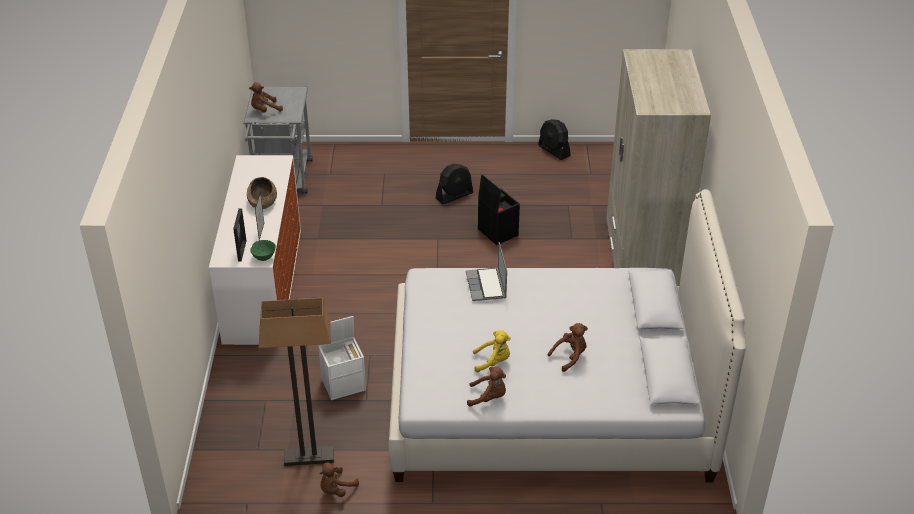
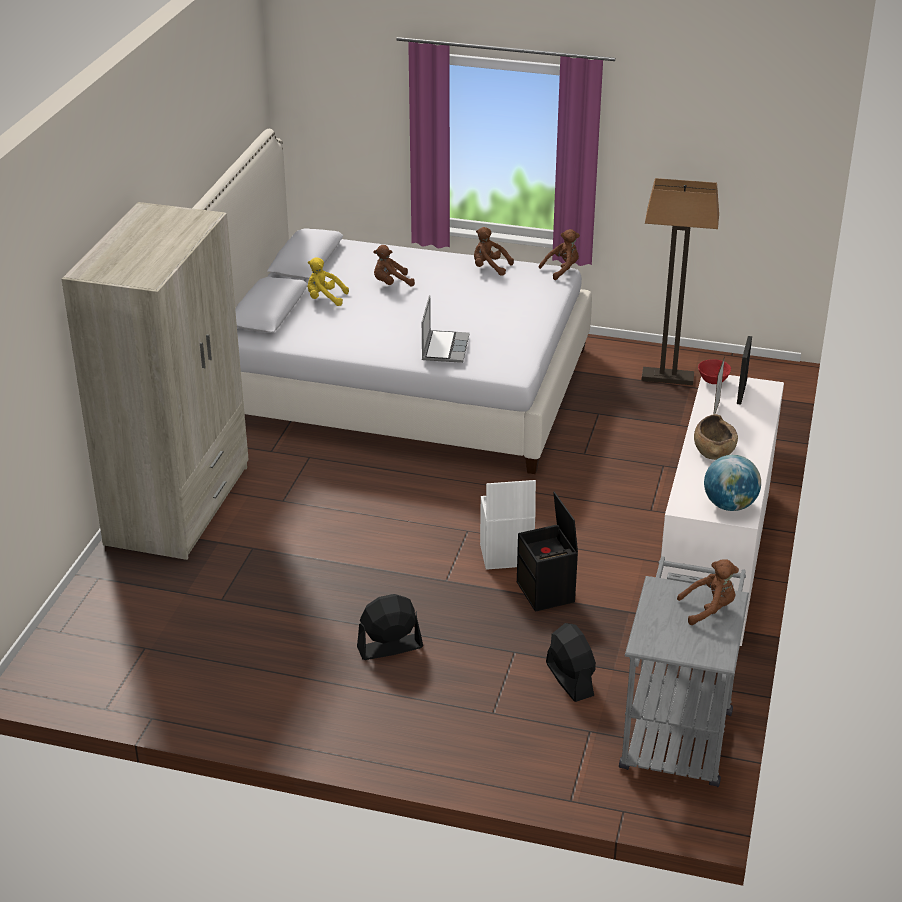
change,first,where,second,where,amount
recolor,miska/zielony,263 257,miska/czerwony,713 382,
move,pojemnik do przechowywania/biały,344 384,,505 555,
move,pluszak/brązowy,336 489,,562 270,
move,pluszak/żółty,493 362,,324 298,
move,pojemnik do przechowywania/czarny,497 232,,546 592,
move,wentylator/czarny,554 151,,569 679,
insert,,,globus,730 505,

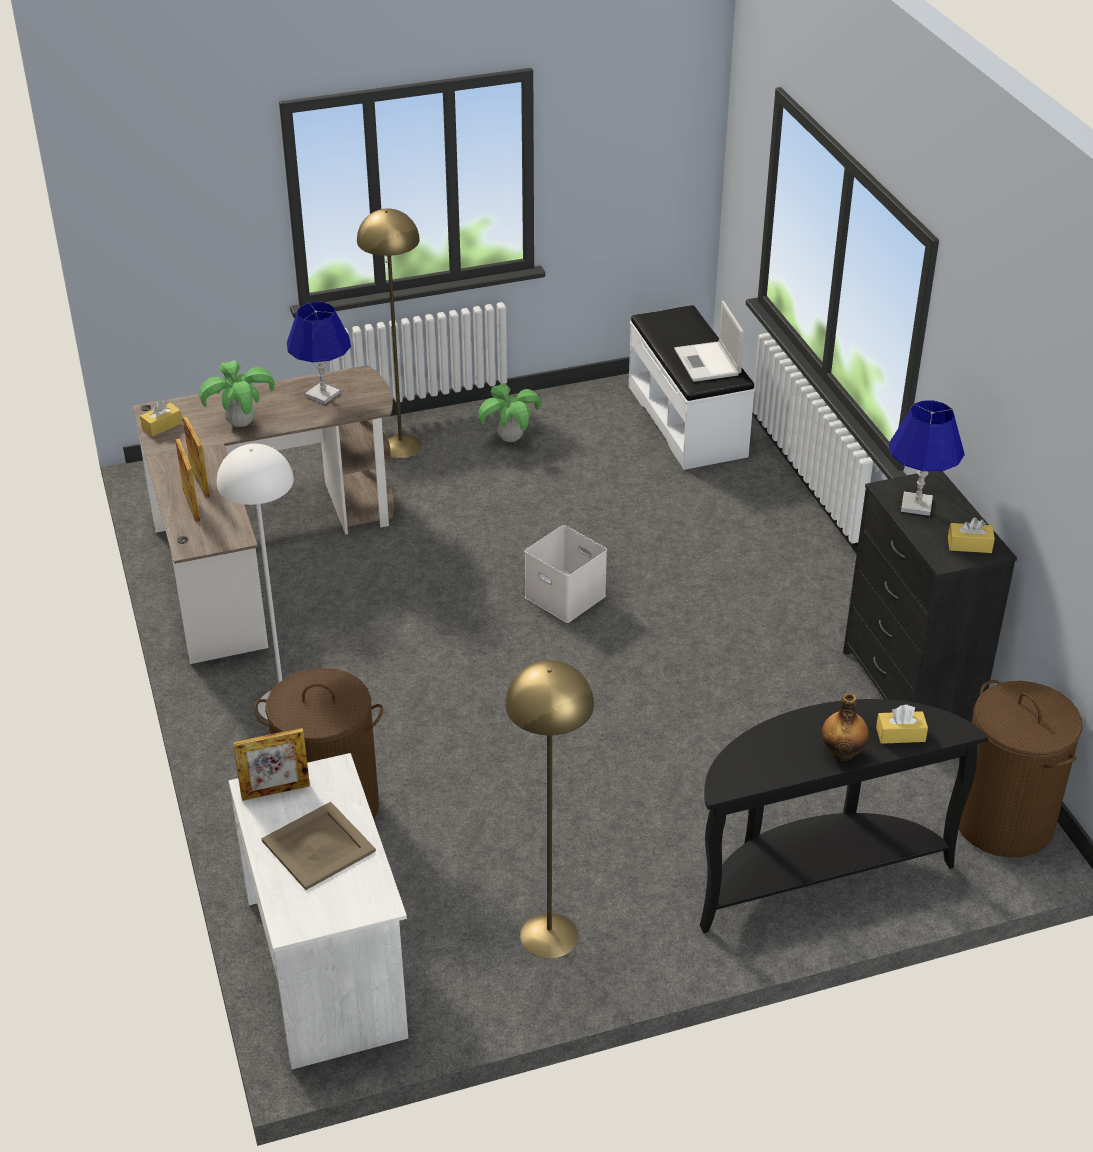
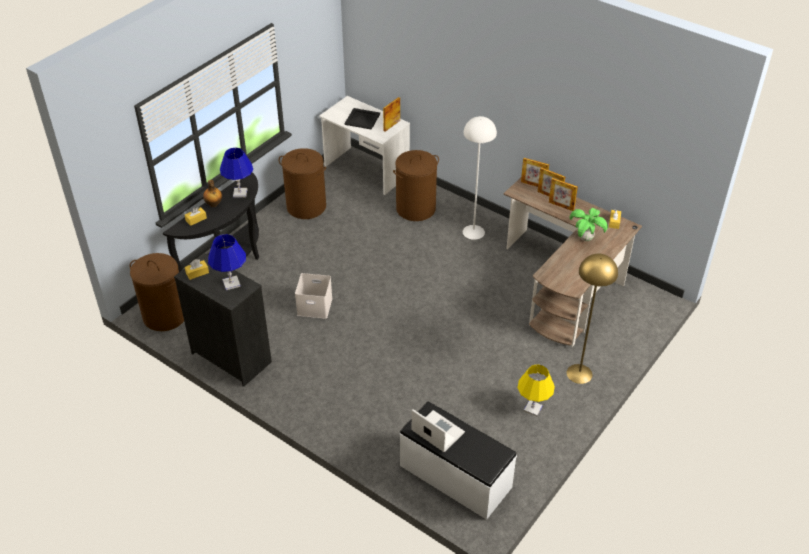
change,first,where,second,where,amount
recolor,taca/beżowy,317 846,taca/czarny,362 119,
move,lampa stołowa/niebieski,323 394,,240 193,
replace,roślina doniczkowa,510 439,lampa stołowa/żółty,533 408,
replace,lampa stojąca/żółty,549 935,kosz na pranie/brązowy,306 207,
move,pojemnik do przechowywania/biały,567 596,,314 307,
insert,,,ramka na zdjęcie,533 185,

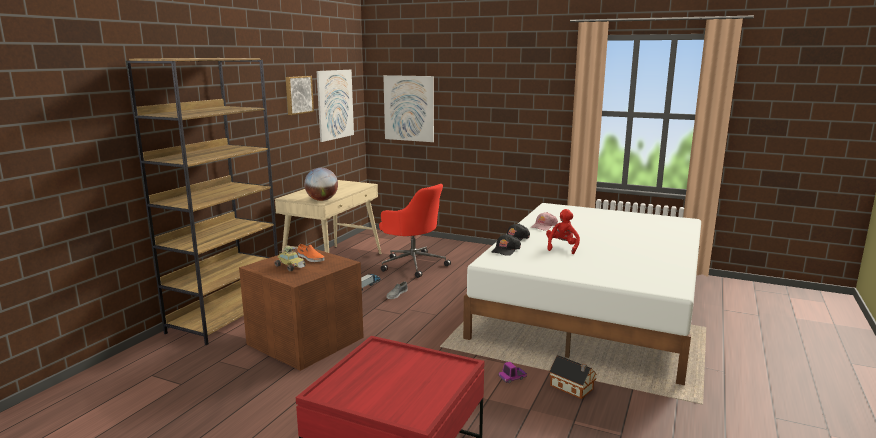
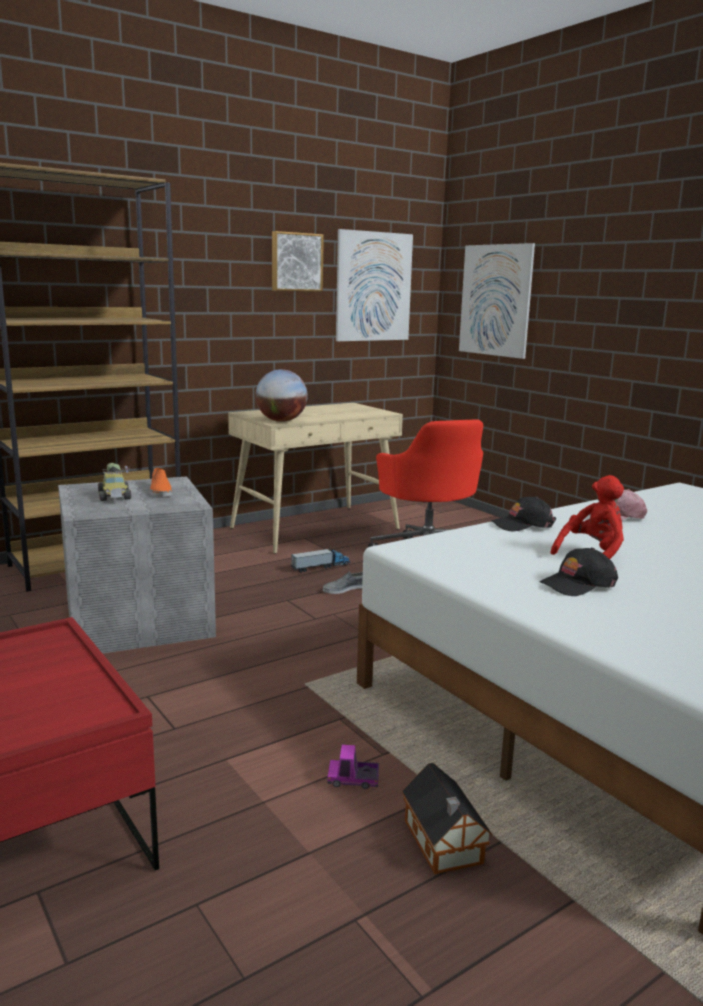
change,first,where,second,where,amount
recolor,pojemnik do przechowywania/brązowy,305 340,pojemnik do przechowywania/szary,140 618,
move,czapka z daszkiem/czarny,505 250,,578 584,

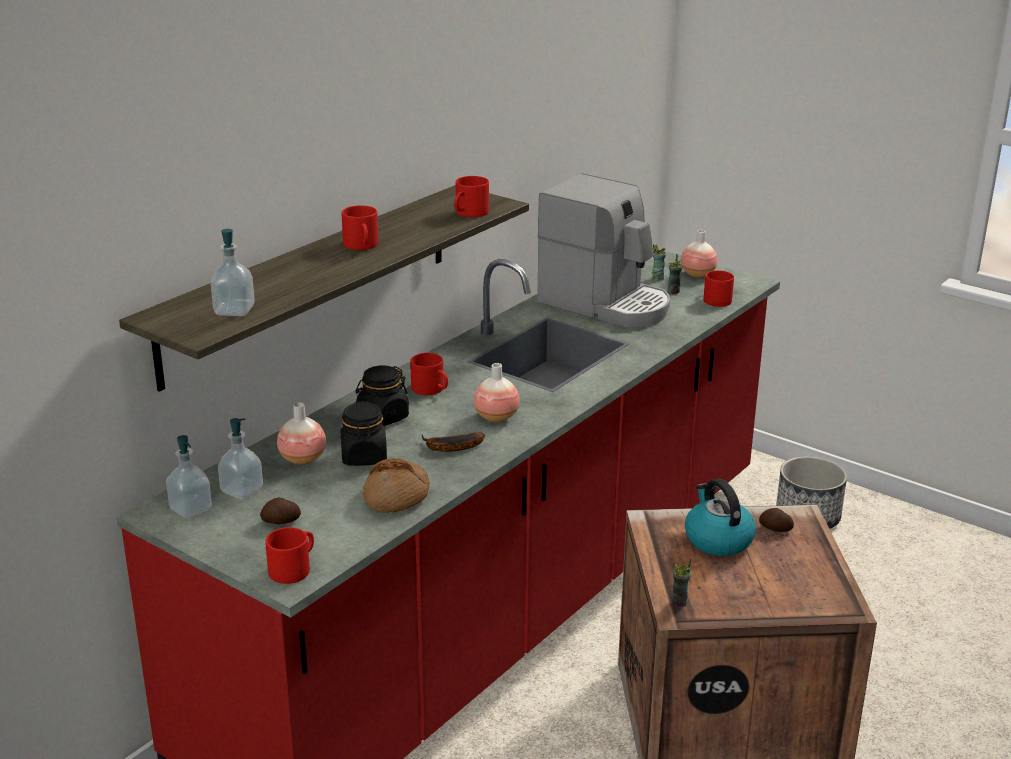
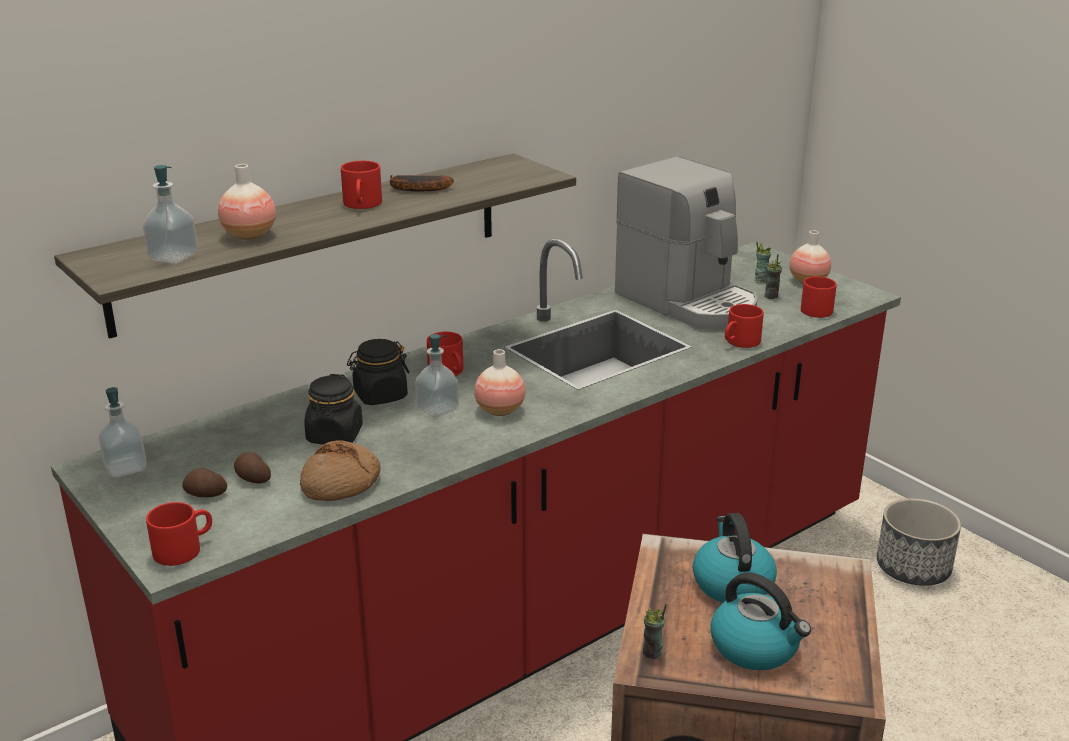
change,first,where,second,where,amount
move,dozownik mydła,242 491,,437 409,
move,wazon,302 459,,249 235,
move,banan,450 447,,415 189,
move,kubek/czerwony,469 213,,740 342,
move,ziemniak,775 529,,252 479,
insert,,,czajnik,756 647,

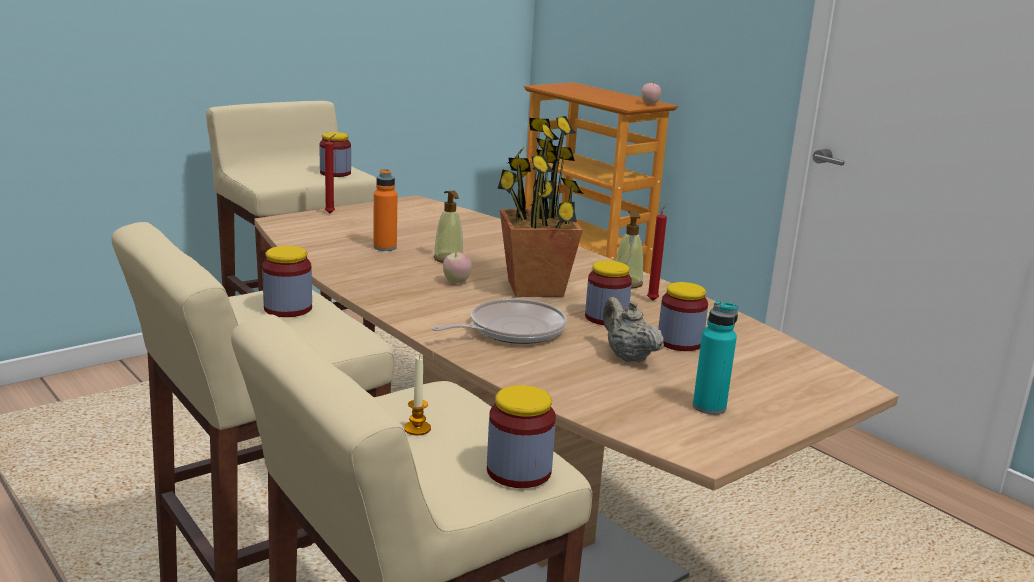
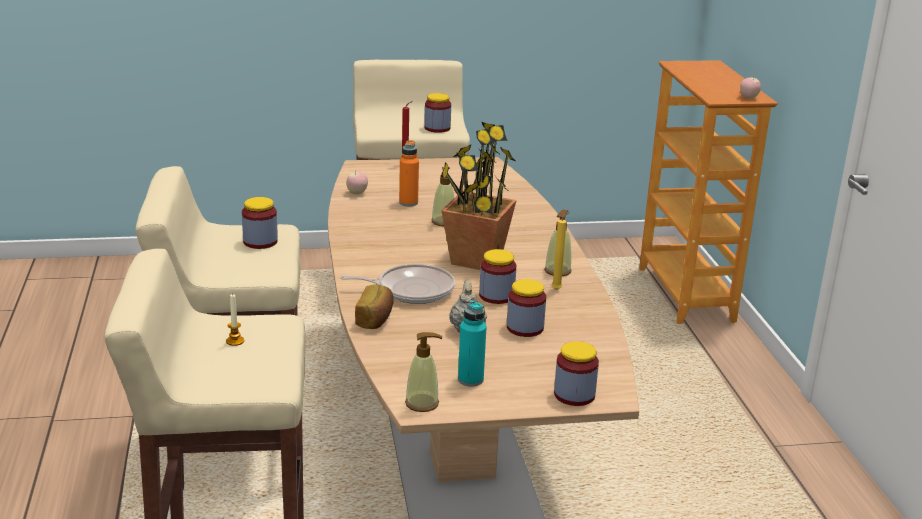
change,first,where,second,where,amount
move,jabłko,456 282,,357 193,
move,słoik,519 471,,574 395,
recolor,świeca/czerwony,653 300,świeca/żółty,558 289,
insert,,,chleb,375 319,
insert,,,dozownik mydła,422 403,

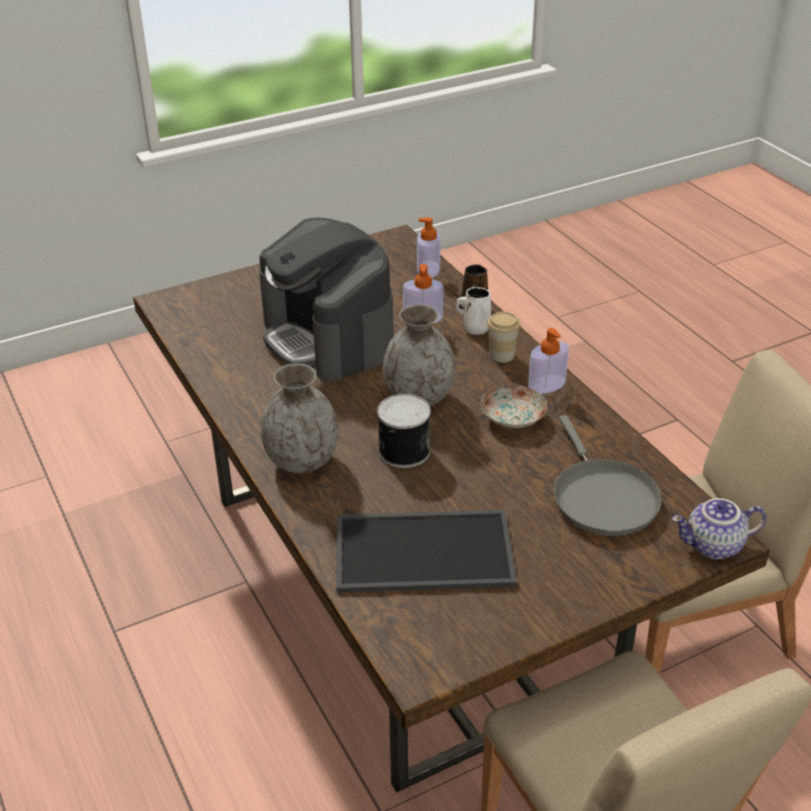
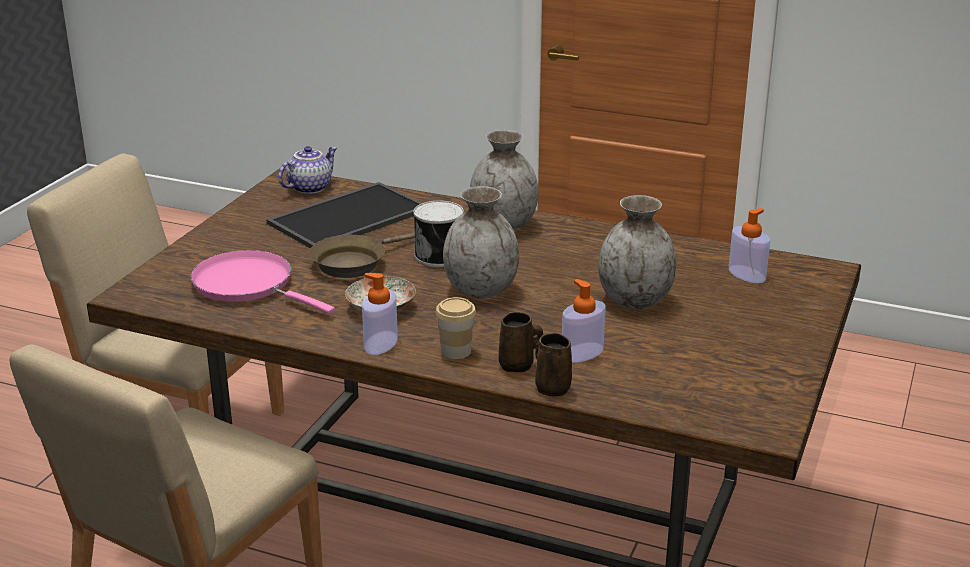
change,first,where,second,where,amount
replace,ekspres do kawy,328 338,wazon/szary,634 301,
move,dozownik mydła,428 269,,746 274,
recolor,kubek/biały,474 328,kubek/brązowy,518 365,
recolor,patelnia/szary,602 497,patelnia/różowy,248 285,
move,imbryk,713 546,,309 187,
insert,,,patelnia/brązowy,354 262,

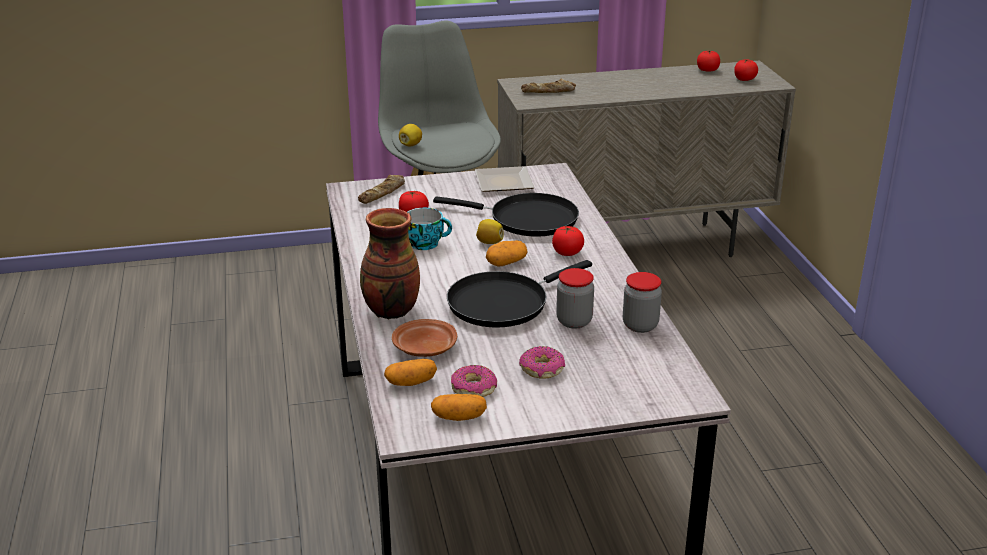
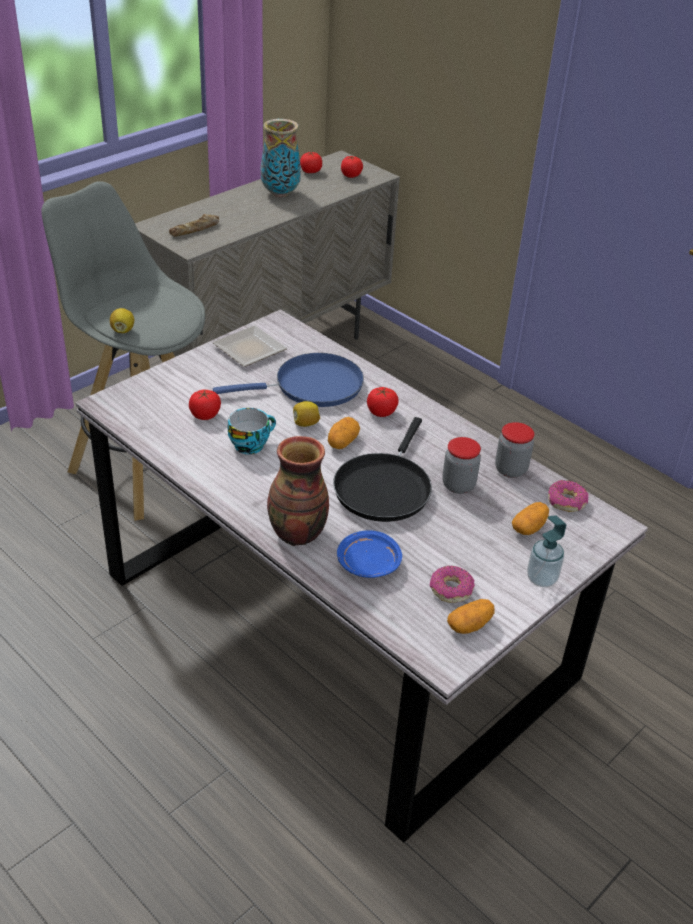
change,first,where,second,where,amount
delete,chleb,383 193,,,
move,ziemniak,411 383,,529 527,
recolor,talerz/brązowy,424 348,talerz/niebieski,368 564,
recolor,patelnia/czarny,527 220,patelnia/niebieski,312 386,
move,donut,542 369,,566 501,
insert,,,wazon,280 193,
insert,,,dozownik mydła,541 579,

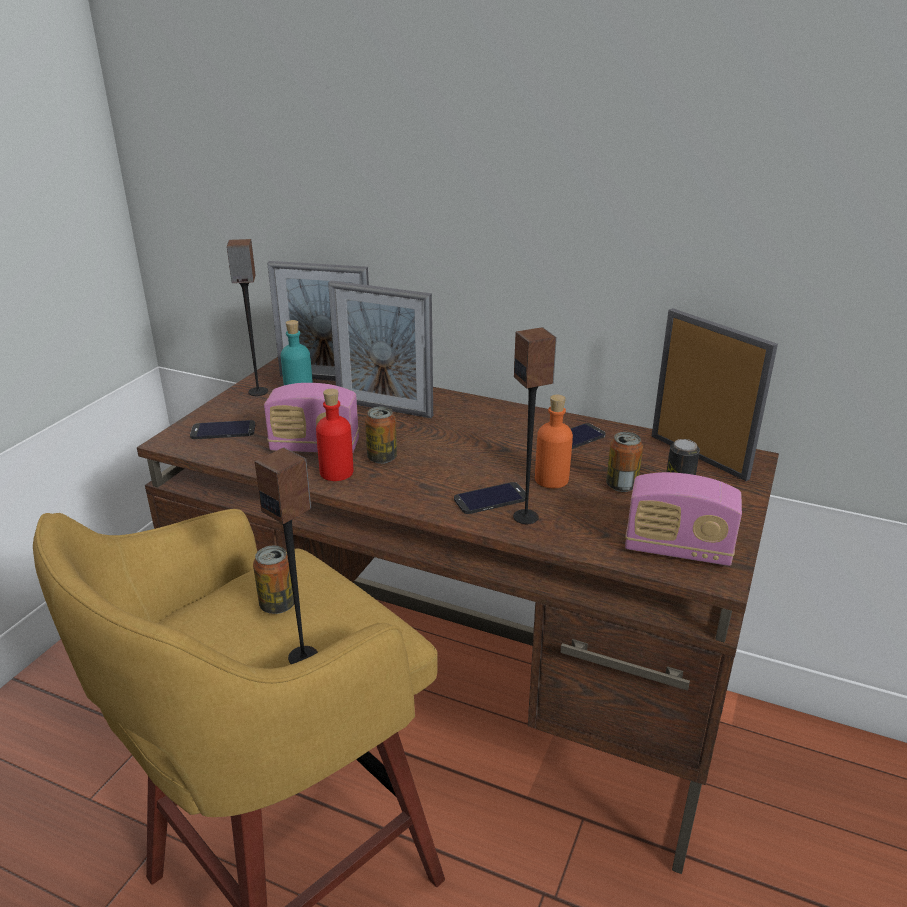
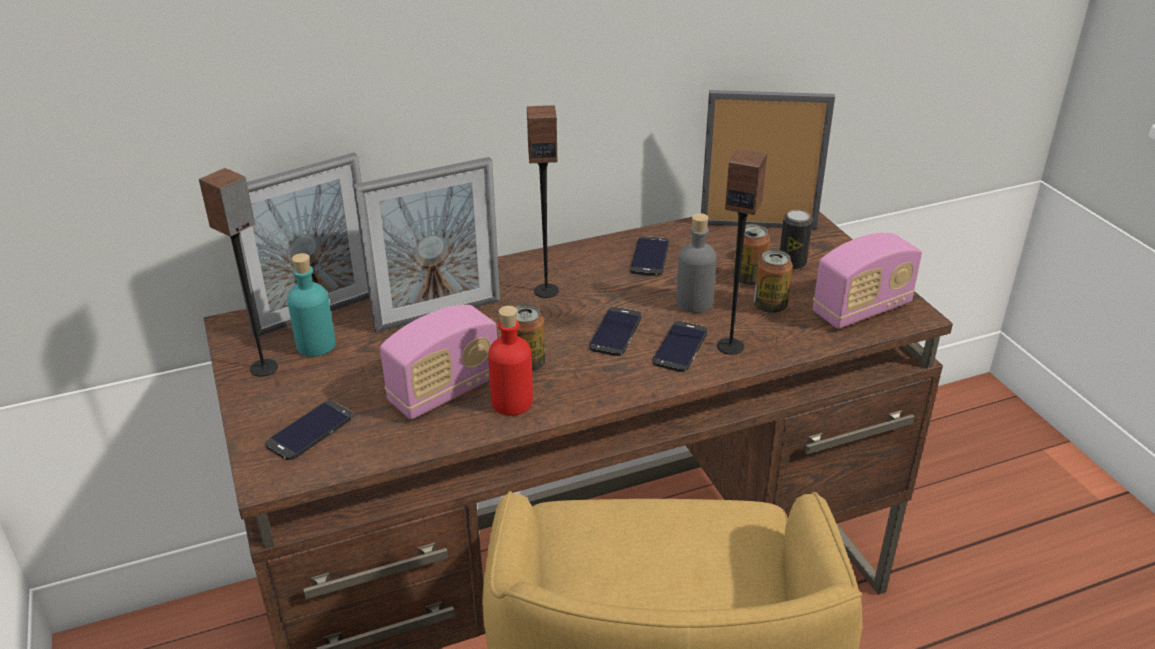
change,first,where,second,where,amount
move,puszka,277 605,,770 306,
move,głośnik,304 656,,546 290,
recolor,butelka/pomarańczowy,551 479,butelka/szary,694 303,
insert,,,telefon,615 332,

